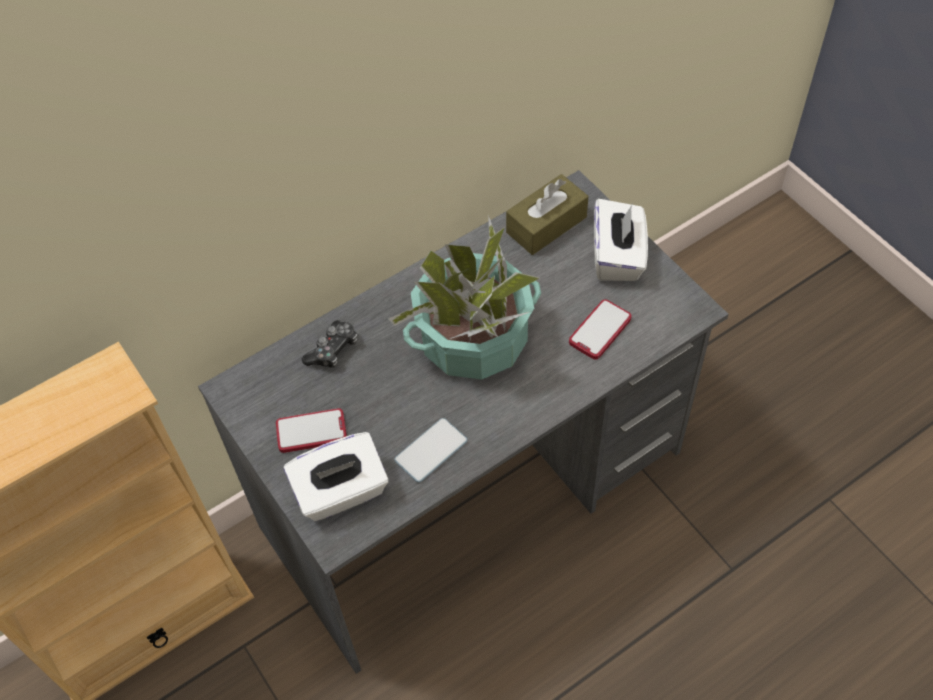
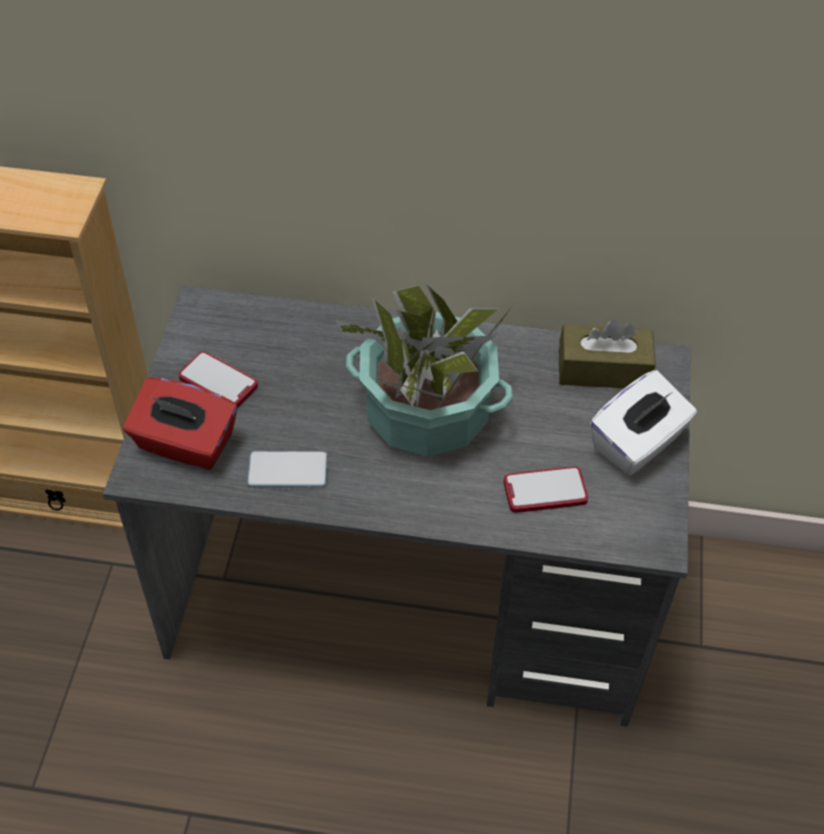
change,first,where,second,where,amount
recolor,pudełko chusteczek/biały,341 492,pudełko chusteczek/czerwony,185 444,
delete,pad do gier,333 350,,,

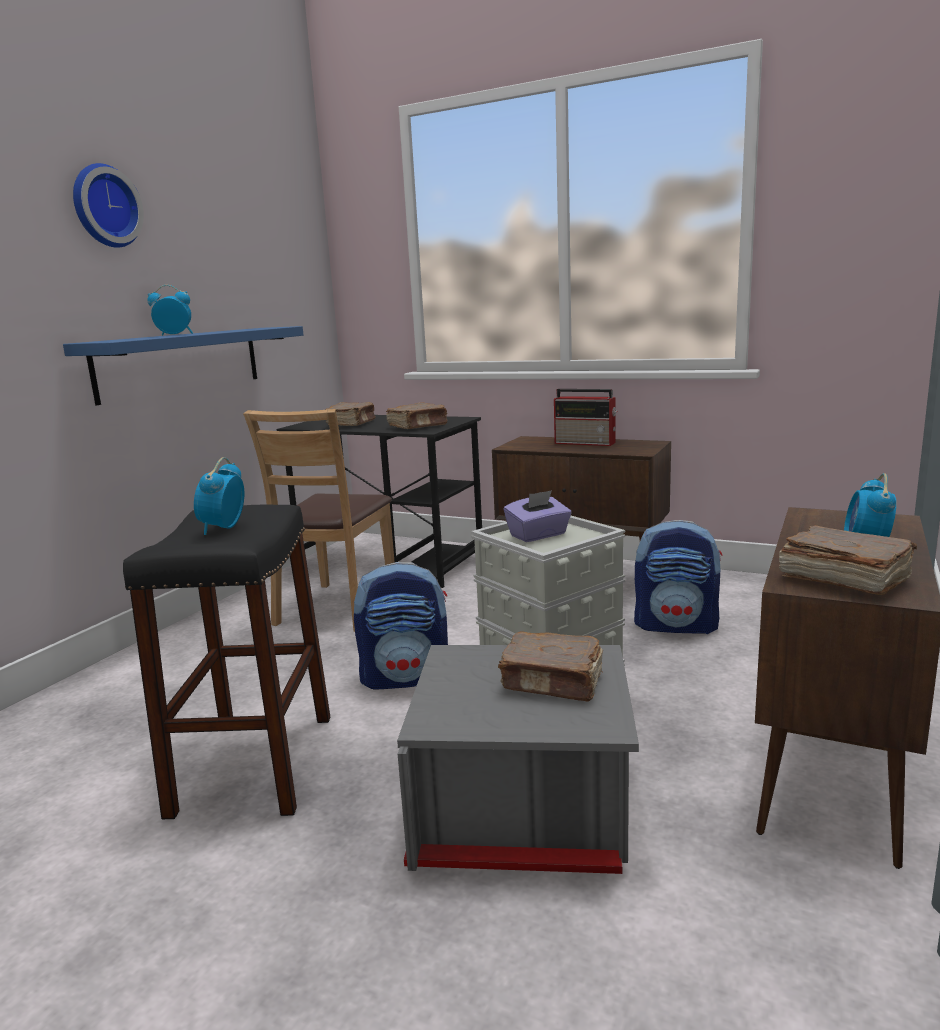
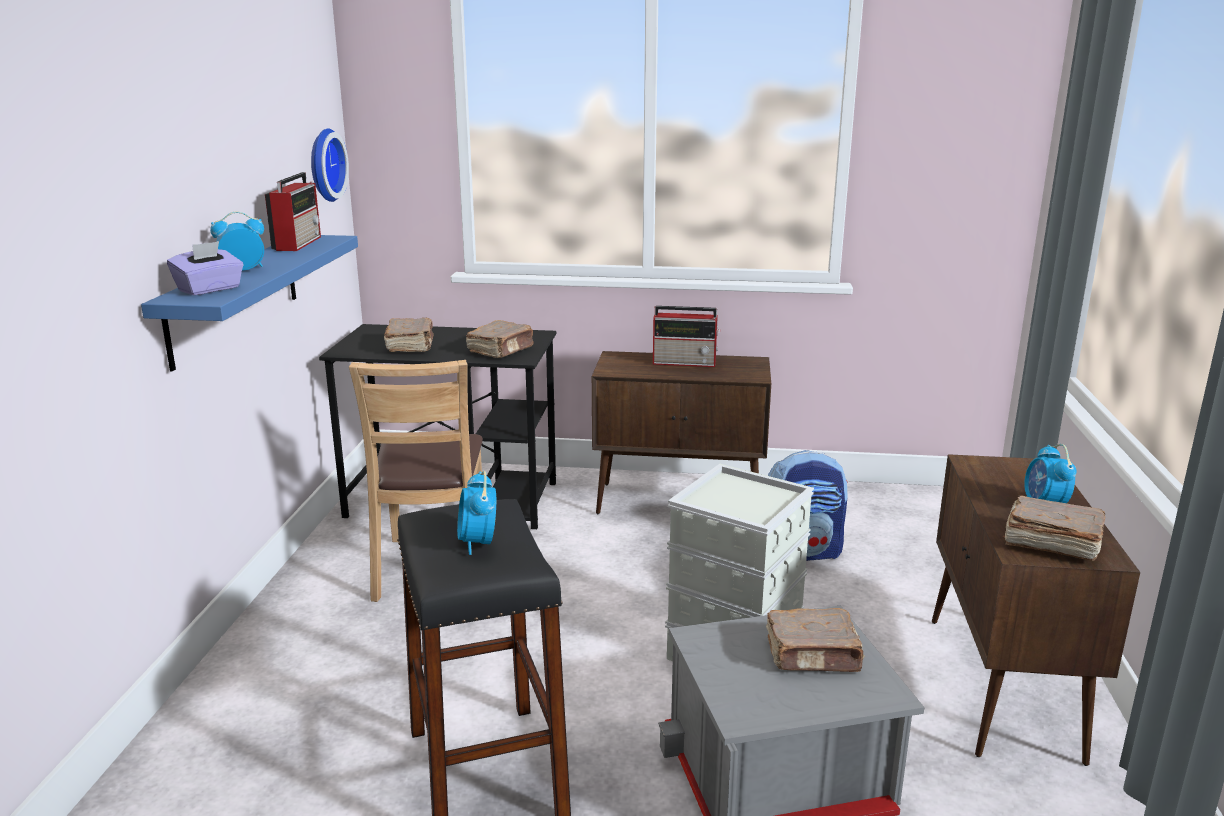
change,first,where,second,where,amount
move,zegar ścienny,104 206,,323 165,
delete,plecak,407 678,,,
move,pudełko chusteczek/fioletowy,538 535,,210 289,
insert,,,radio,298 243,

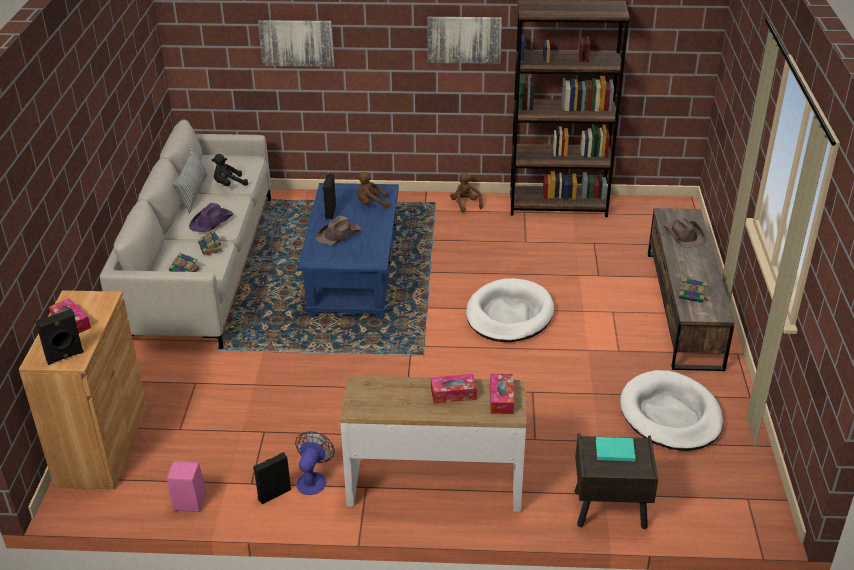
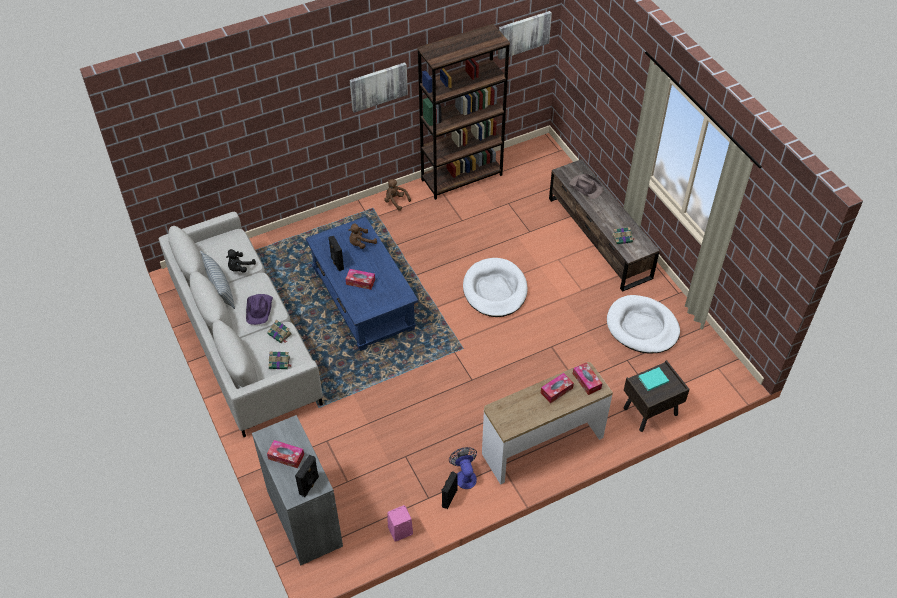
change,first,where,second,where,amount
recolor,szafka/brązowy,102 445,szafka/szary,304 518,
move,obraz,297 42,,523 34,
replace,kapelusz/brązowy,339 234,pudełko chusteczek,360 282,

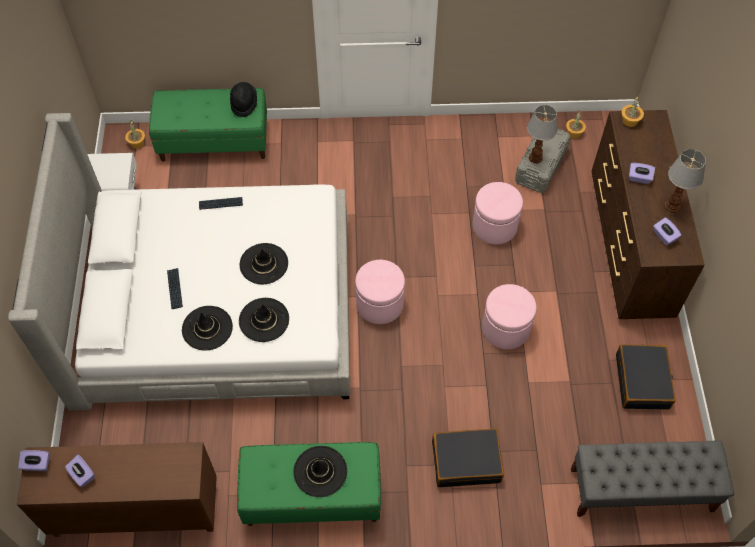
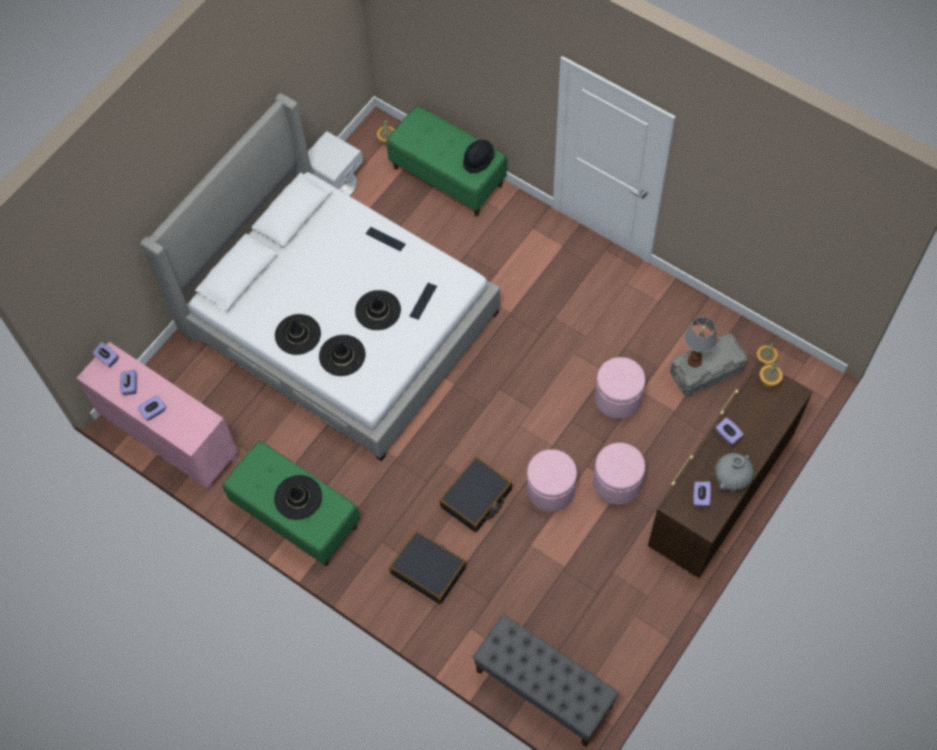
change,first,where,second,where,amount
recolor,szafka/brązowy,135 511,szafka/różowy,169 439,
move,klawiatura,175 289,,423 301,
move,pufa/różowy,379 304,,617 483,
move,walizka/czarny,642 381,,476 499,
replace,lampa stołowa,671 206,wazon/szary,732 477,
insert,,,pudełko chusteczek/fioletowy,154 412,

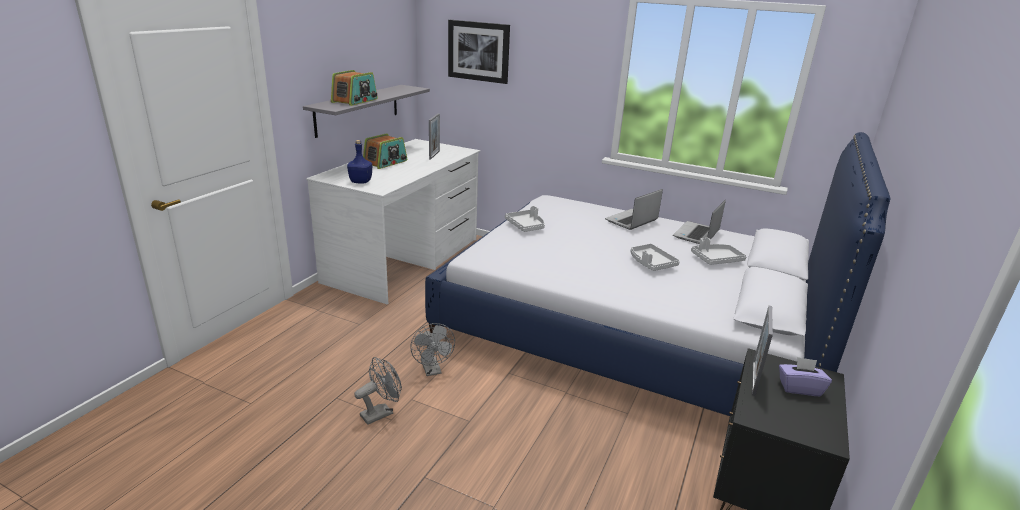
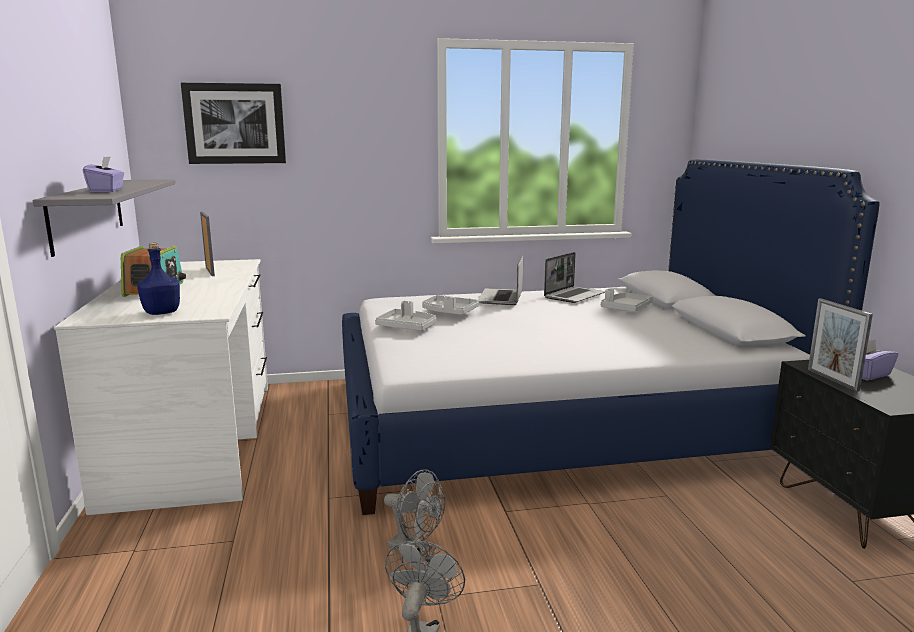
change,first,where,second,where,amount
replace,radio,355 101,pudełko chusteczek/fioletowy,107 191,
move,taca/szary,651 263,,449 312,
rotate,laptop,697 234,,574 296,135 degrees counterclockwise

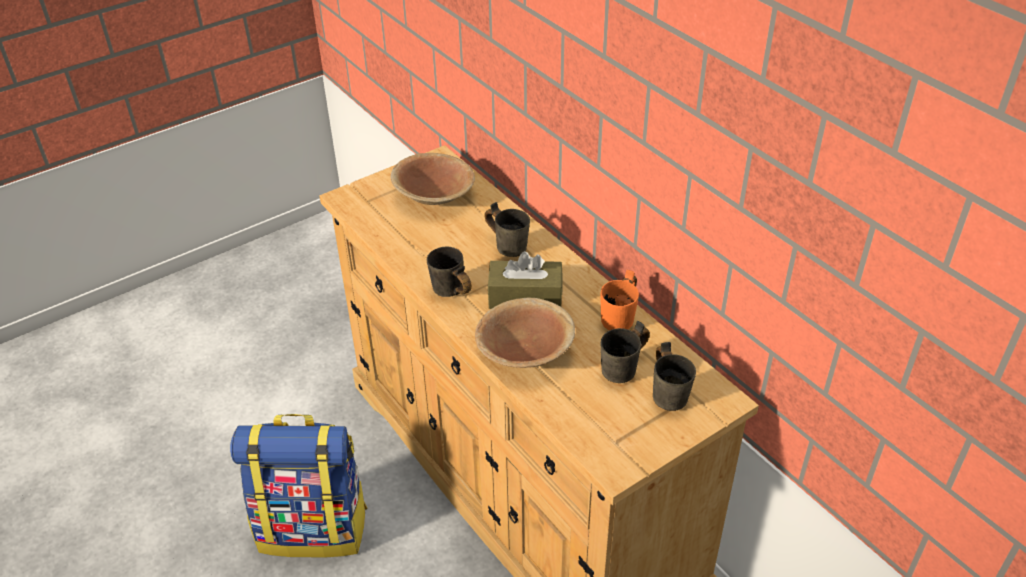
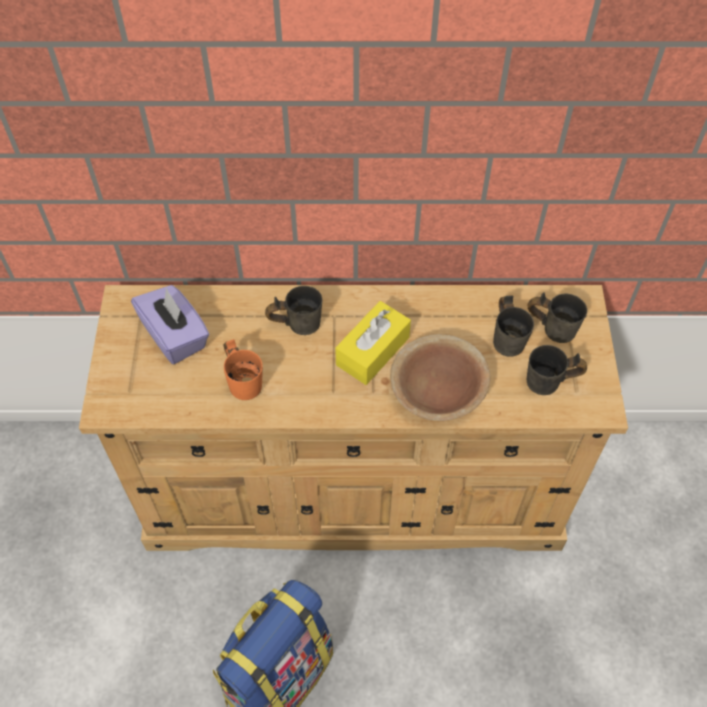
change,first,where,second,where,amount
replace,miska/brązowy,434 196,pudełko chusteczek/fioletowy,175 336,
move,kubek/szary,449 294,,550 386,
recolor,pudełko chusteczek/brązowy,525 297,pudełko chusteczek/żółty,372 351,
move,kubek/pomarańczowy,623 319,,246 380,

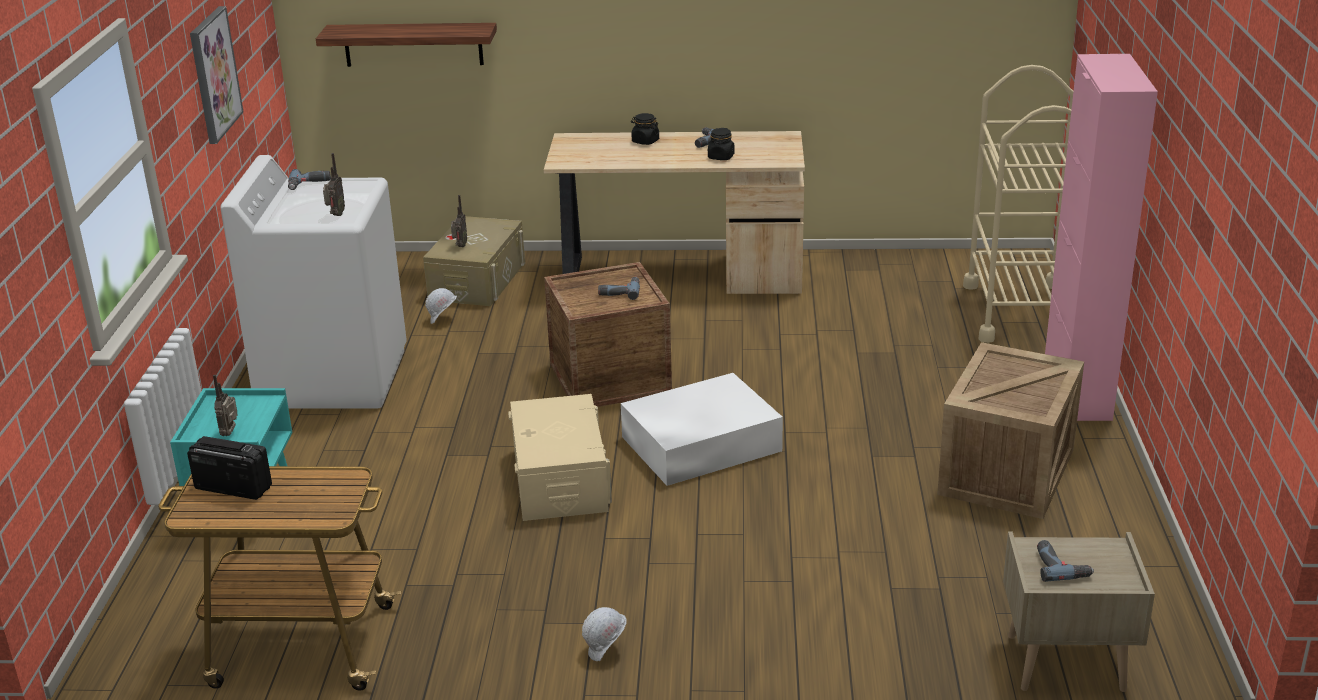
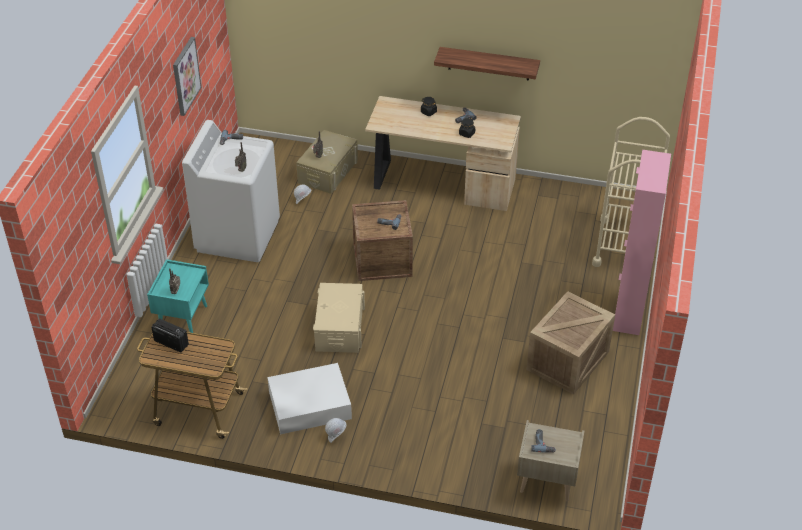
change,first,where,second,where,amount
move,półka,413 44,,489 63,
move,pojemnik do przechowywania/biały,699 444,,308 405,

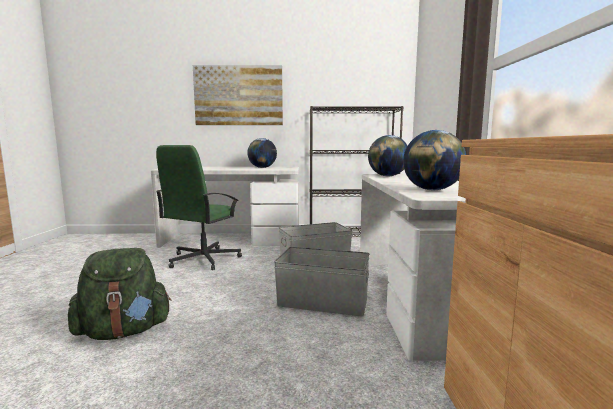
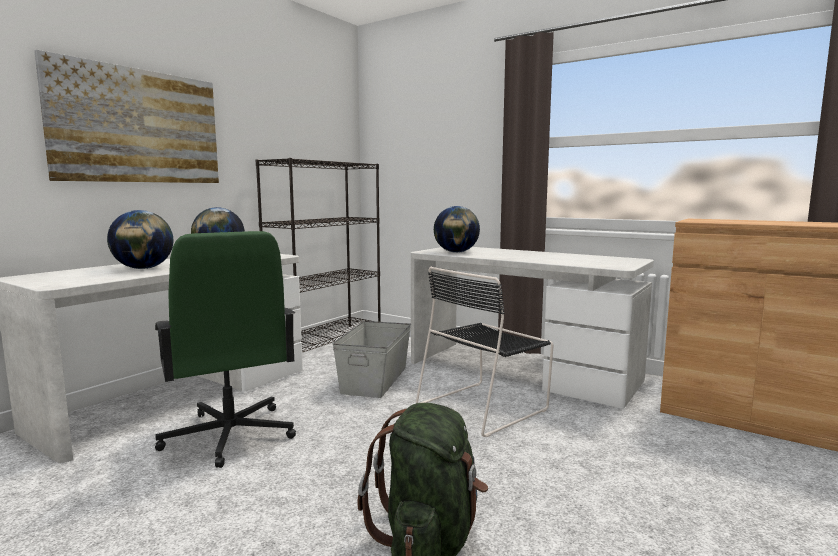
change,first,where,second,where,amount
replace,pojemnik do przechowywania/szary,322 302,krzesło/czarny,484 406,
move,globus,432 190,,143 268,

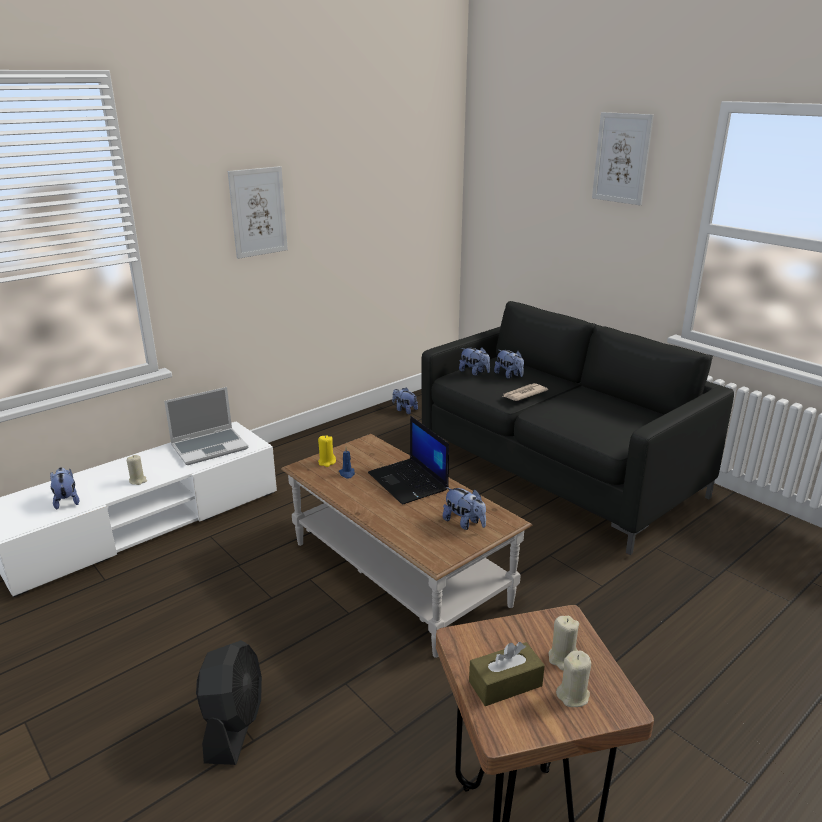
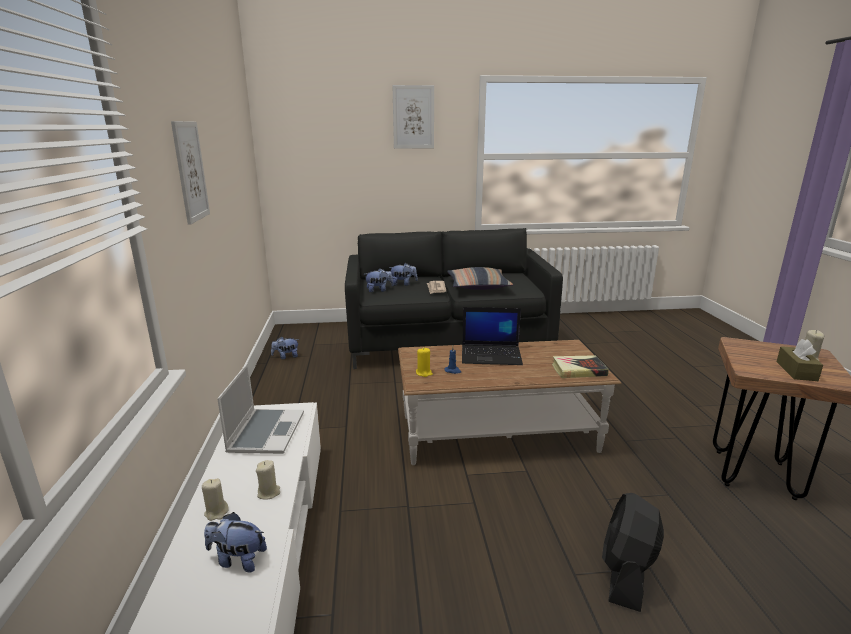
change,first,where,second,where,amount
rotate,wentylator/czarny,234 724,,626 573,105 degrees counterclockwise
delete,pluszak,464 523,,,
move,świeca/beżowy,562 658,,216 512,
insert,,,poduszka,478 286,
insert,,,książka,578 370,

